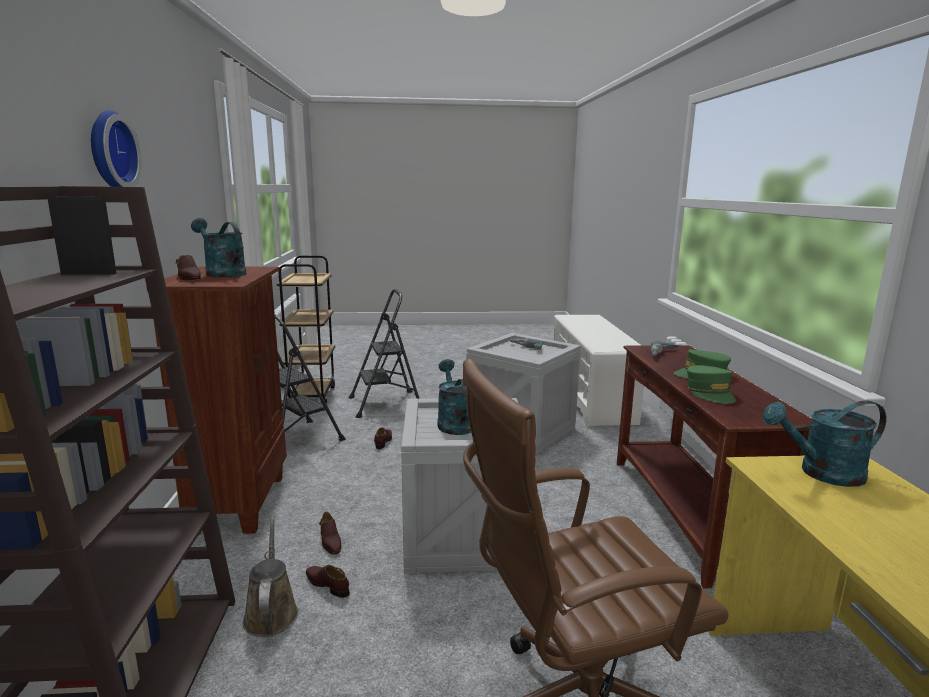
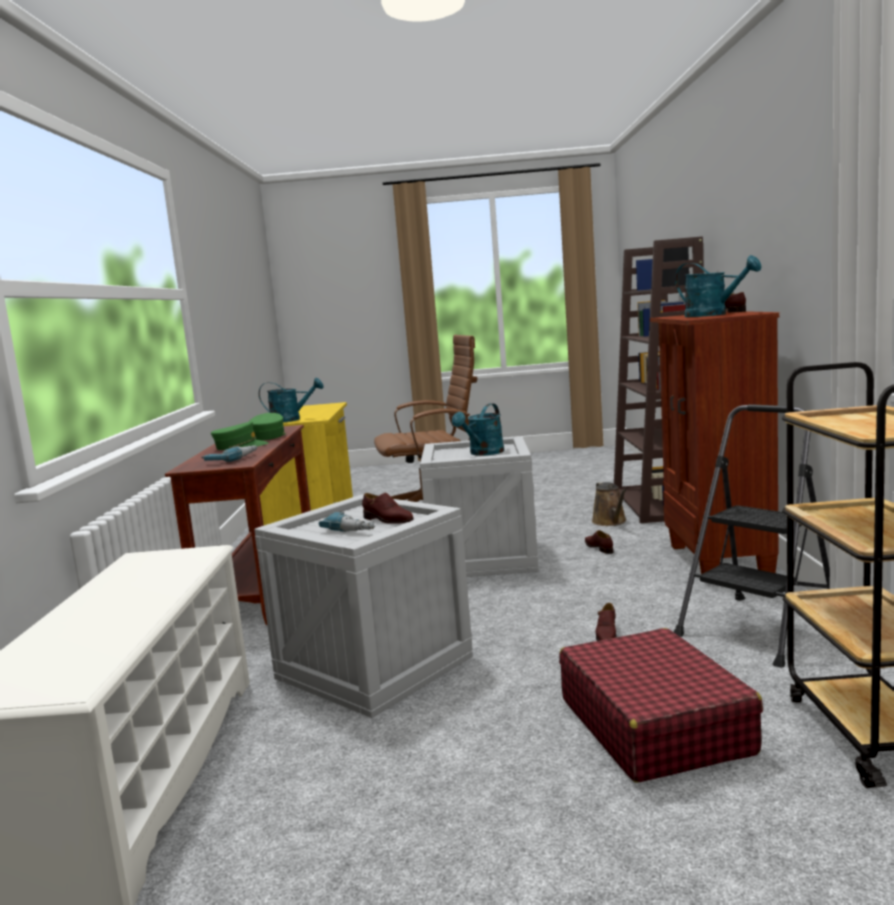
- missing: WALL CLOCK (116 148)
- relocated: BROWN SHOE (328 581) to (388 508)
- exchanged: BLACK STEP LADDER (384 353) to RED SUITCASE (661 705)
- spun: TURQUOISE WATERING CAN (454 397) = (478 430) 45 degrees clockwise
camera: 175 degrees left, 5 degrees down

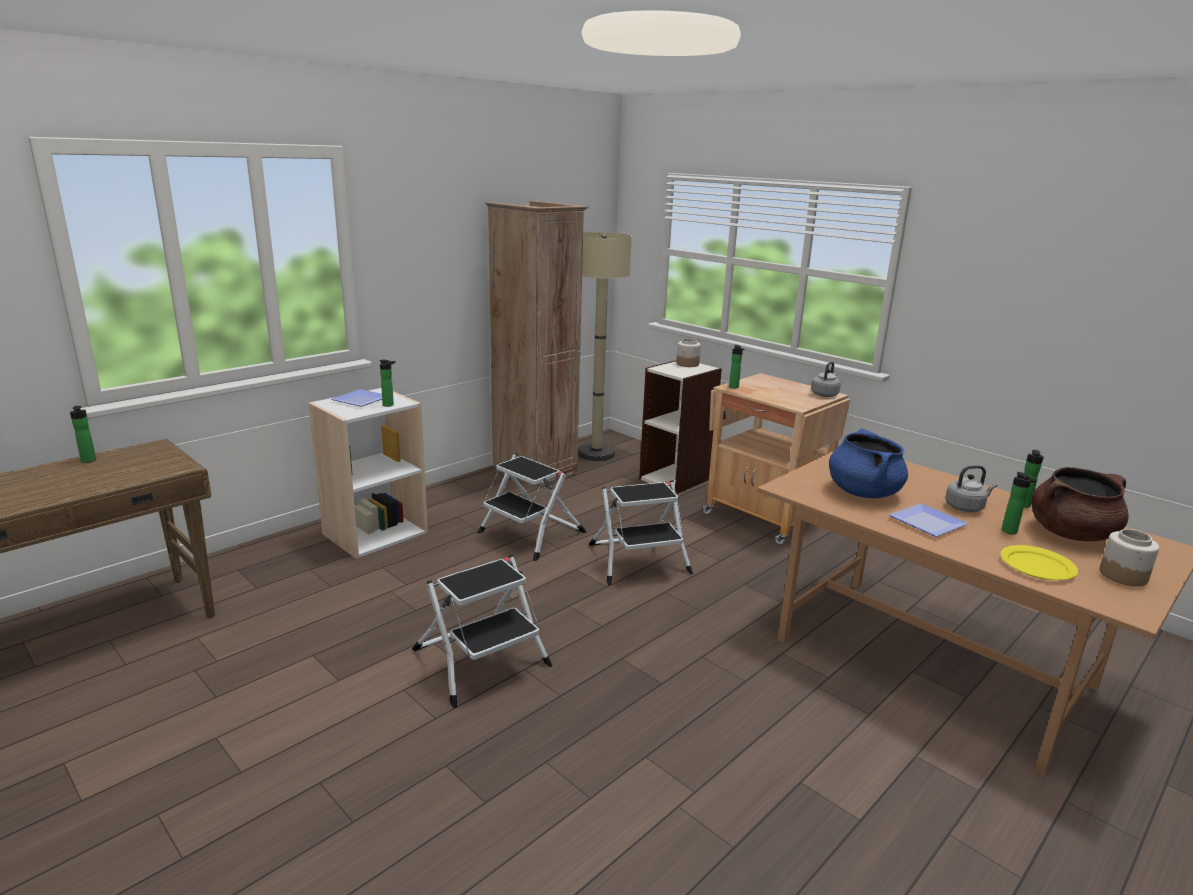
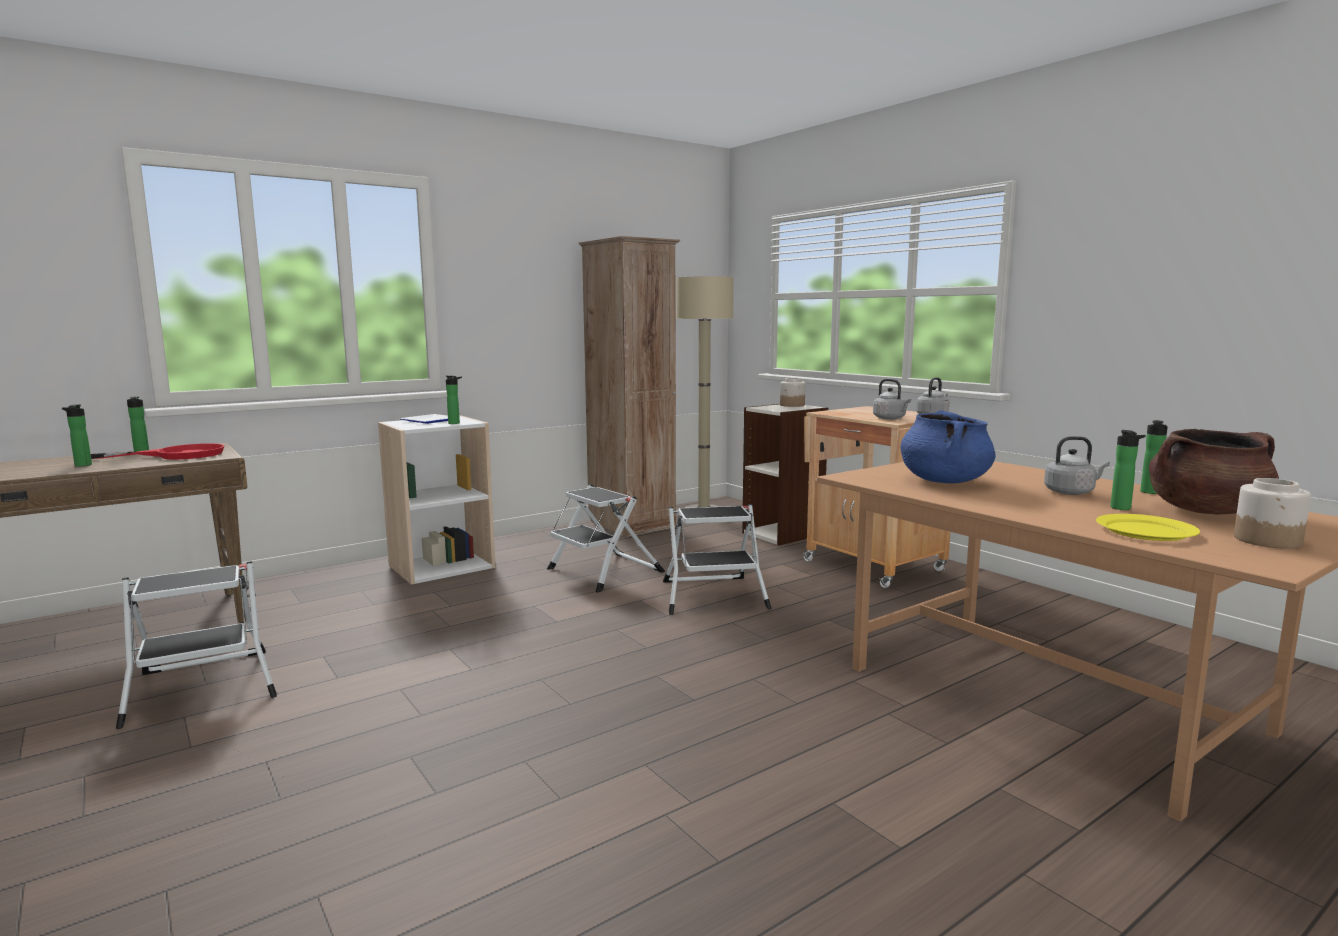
- relocated: STEP LADDER (482 631) to (196 645)
- relocated: BOTTLE (736 366) to (77 435)
- missing: PLATE (929 520)
- appeared: RED FRYING PAN (157 451)
- appeared: GREY KETTLE (892 399)
camera: 10 degrees right, 10 degrees down

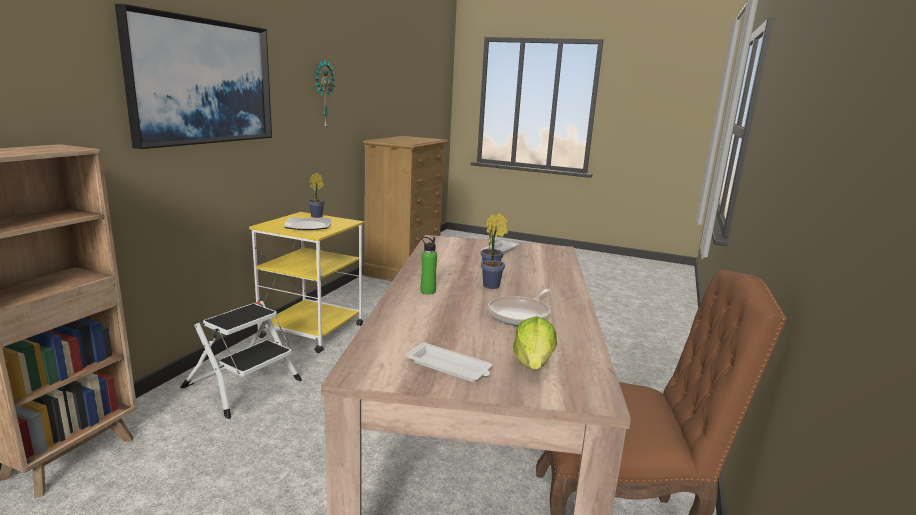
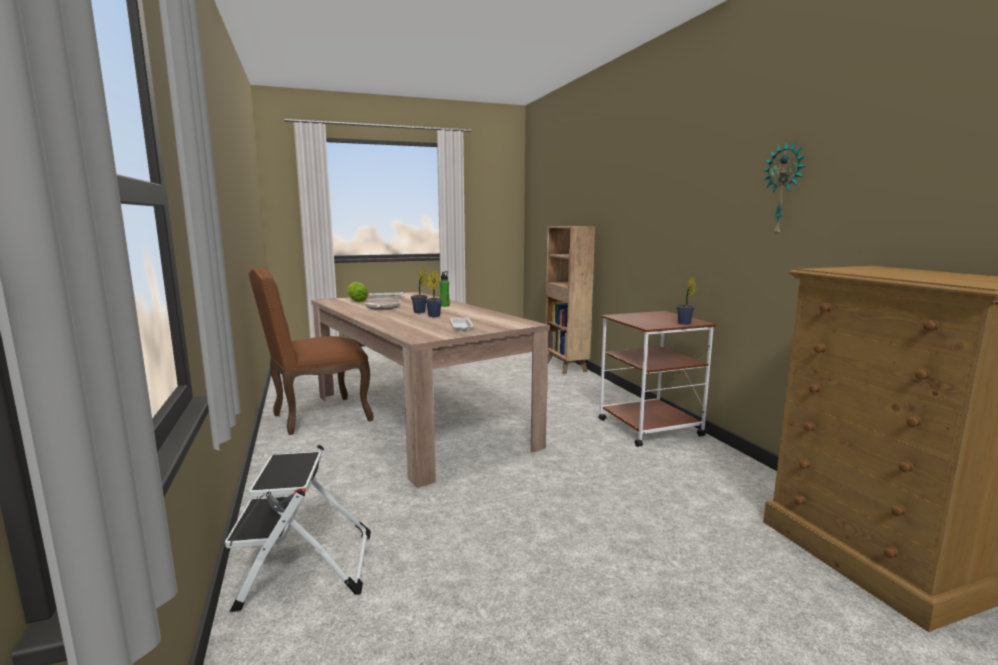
- missing: PICTURE (193 76)
- relocated: STEP LADDER (241 359) to (298 528)
- colour: YELLOW CART (307 282) to BROWN CART (657 379)
- missing: PLATE (307 223)
camera: 140 degrees right, 5 degrees down

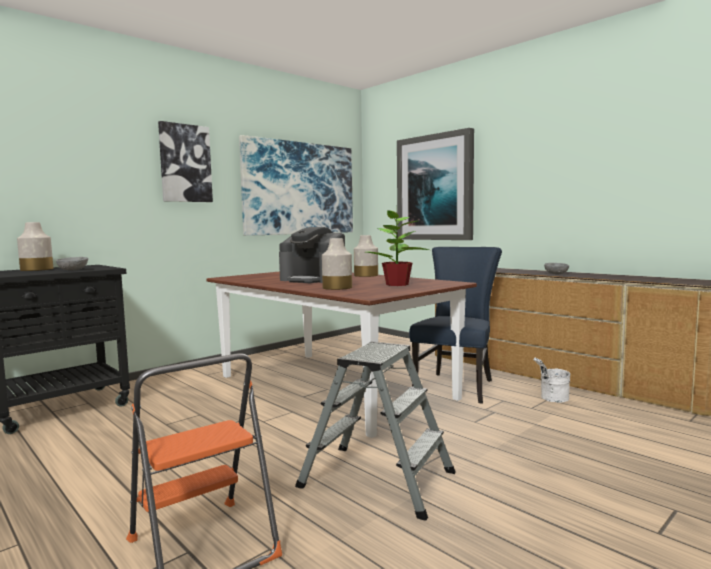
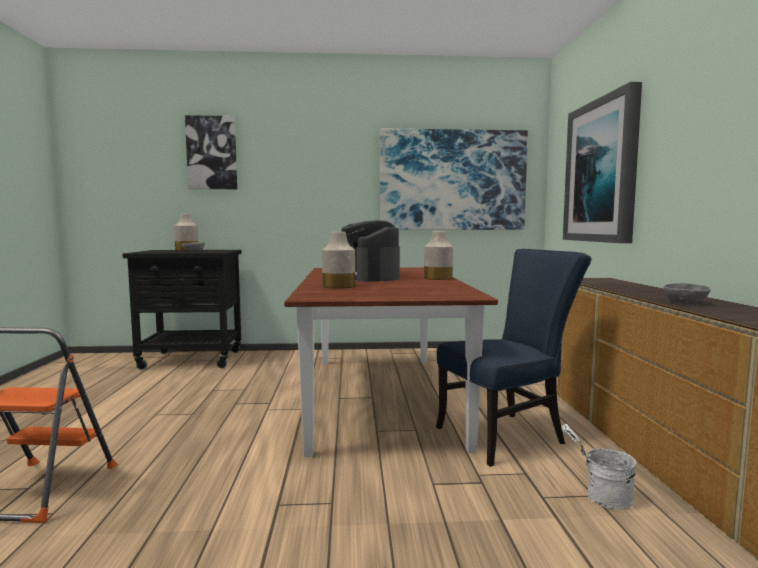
- relocated: PICTURE (185 161) to (211 152)
- missing: GREY STEP LADDER (375 430)
- missing: POTTED PLANT (397 246)
camera: 40 degrees right, 0 degrees up

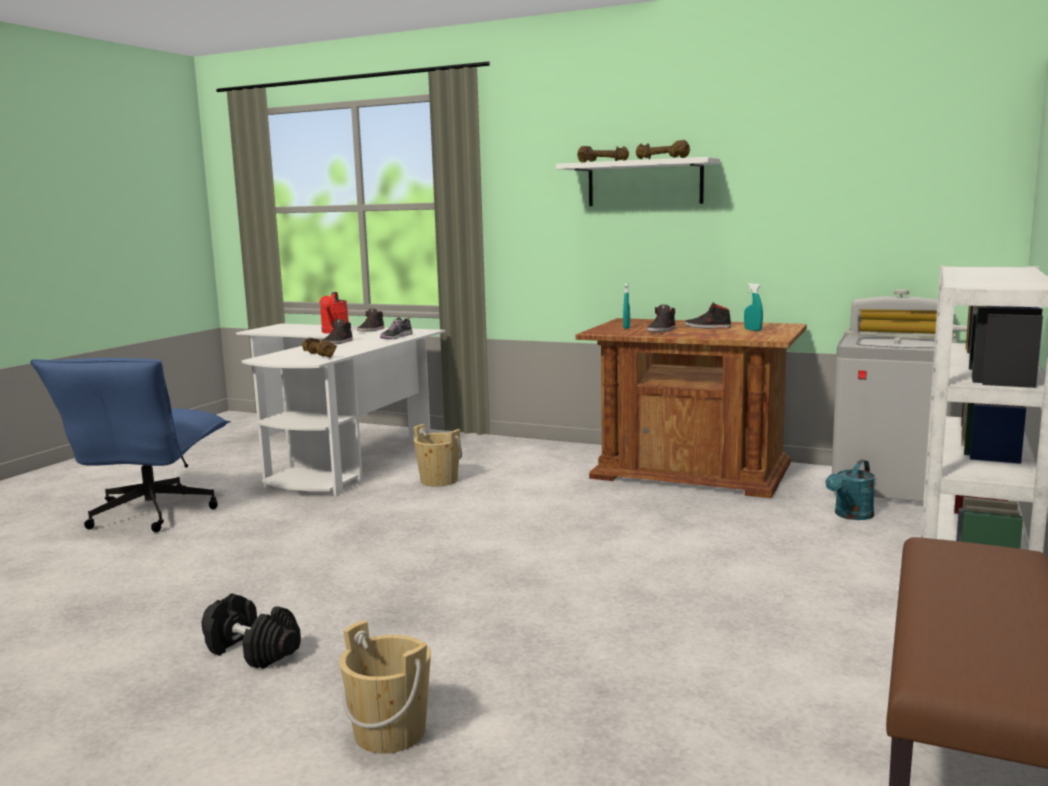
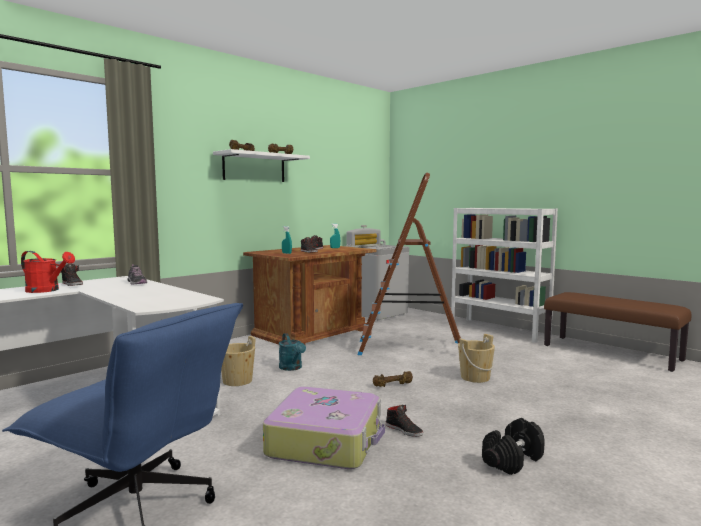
- relocated: BROWN DUMBBELL (319 348) to (393 379)
- relocated: BLACK SHOE (337 331) to (404 421)
- relocated: BEIGE BUCKET (385 687) to (476 358)
- relocated: TURQUOISE WATERING CAN (850 490) to (292 352)
- appeared: SUITCASE (324 428)
- appeared: BROWN STEP LADDER (409 263)
camera: 70 degrees left, 5 degrees down

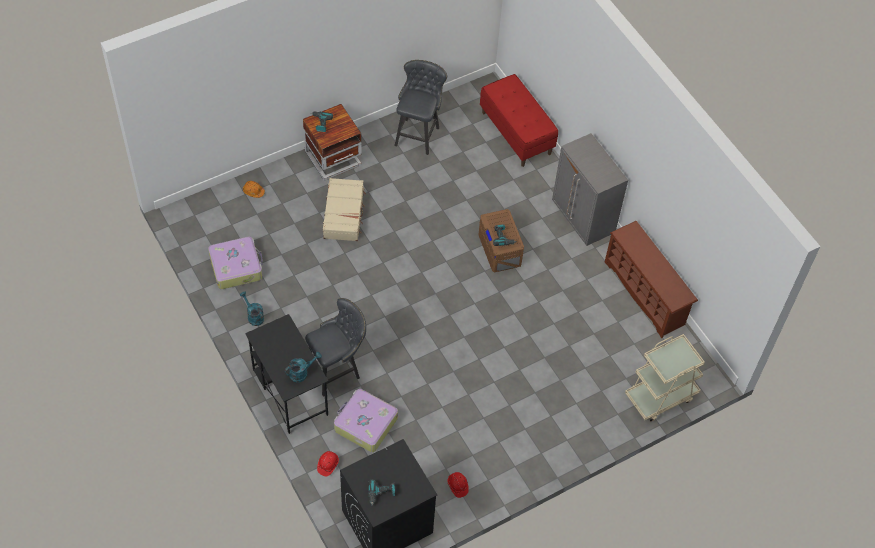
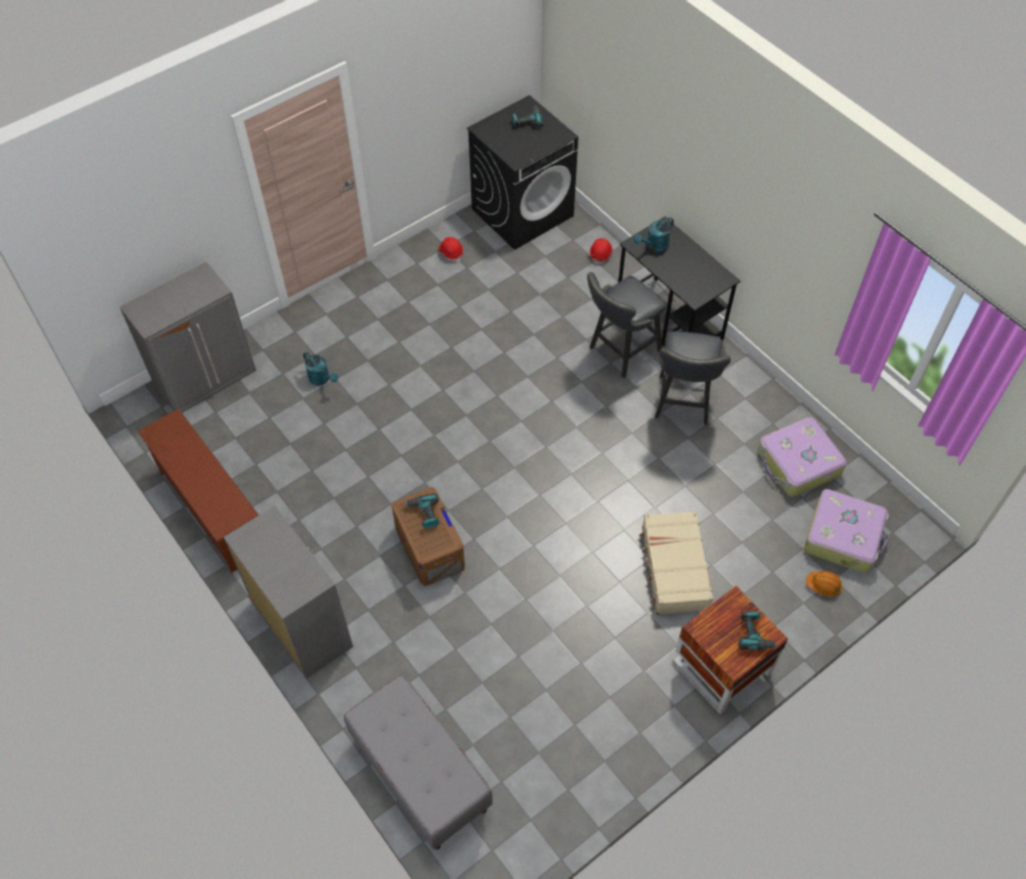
- relocated: TURQUOISE WATERING CAN (252 308) to (320 368)
- relocated: SUITCASE (366 420) to (846 531)
- relocated: GREY STOOL (420 107) to (693 378)
- colour: RED BENCH (519 120) to GREY BENCH (418 762)
- exchanged: BEIGE CART (665 377) to GREY CABINET (188 337)
camera: 175 degrees right, 0 degrees up

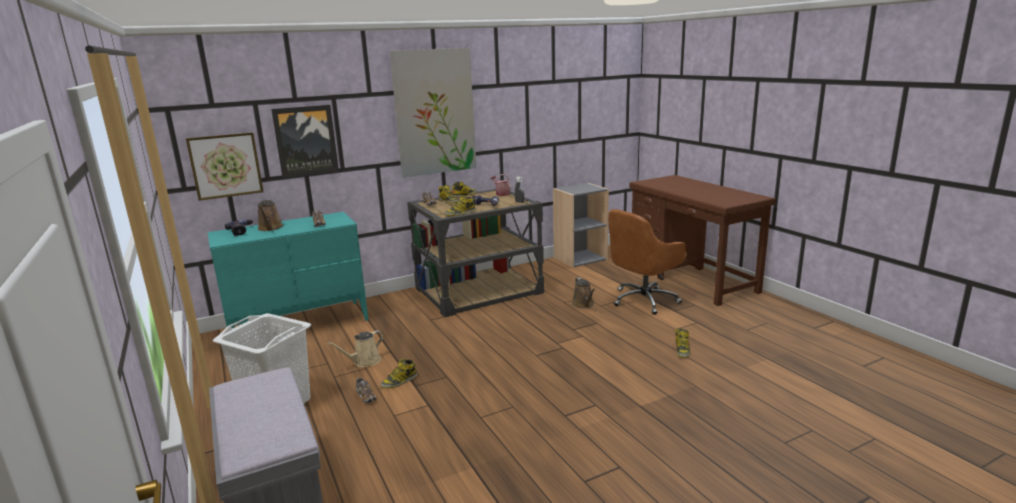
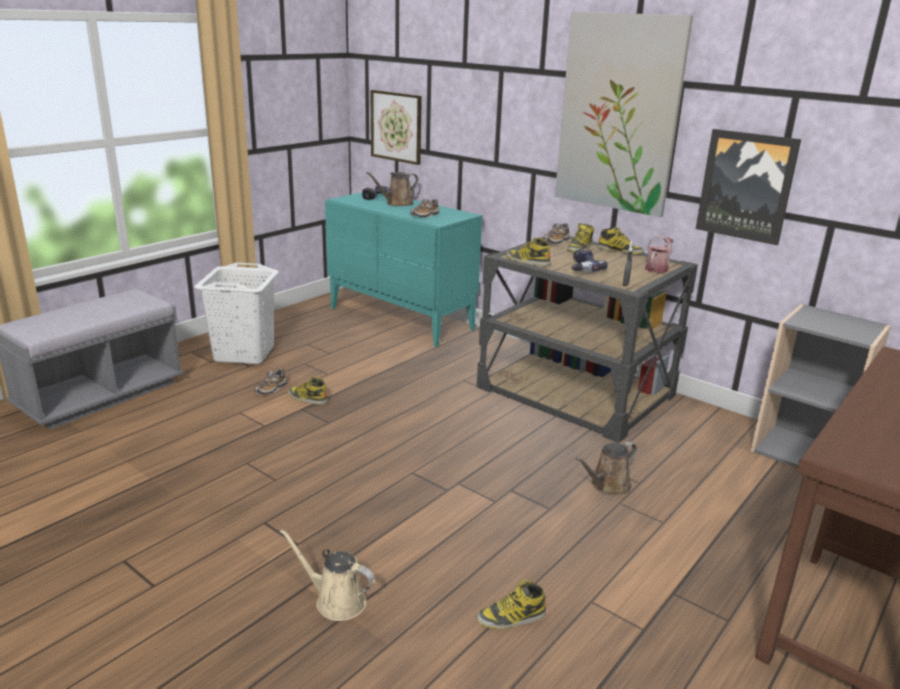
- relocated: PICTURE (305 141) to (748 187)
- relocated: BEIGE WATERING CAN (355 348) to (327 575)
- missing: BROWN OFFICE CHAIR (647 262)
camera: 65 degrees right, 5 degrees up

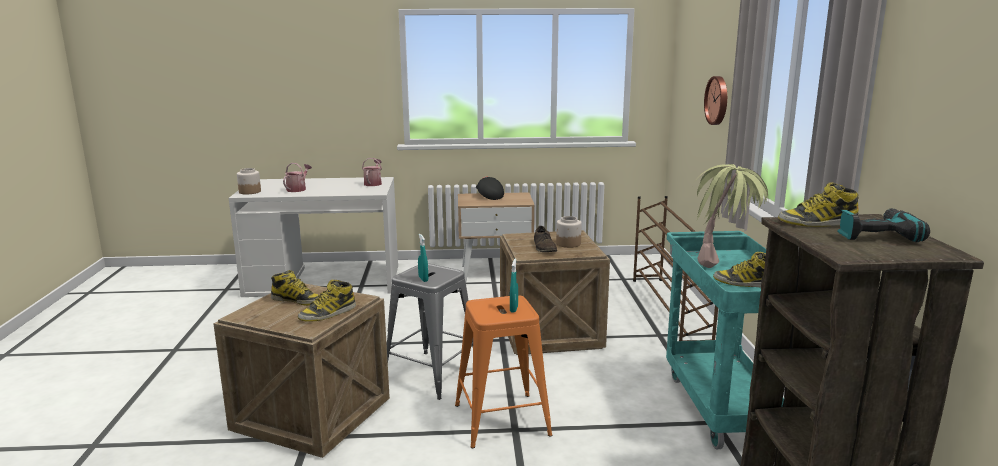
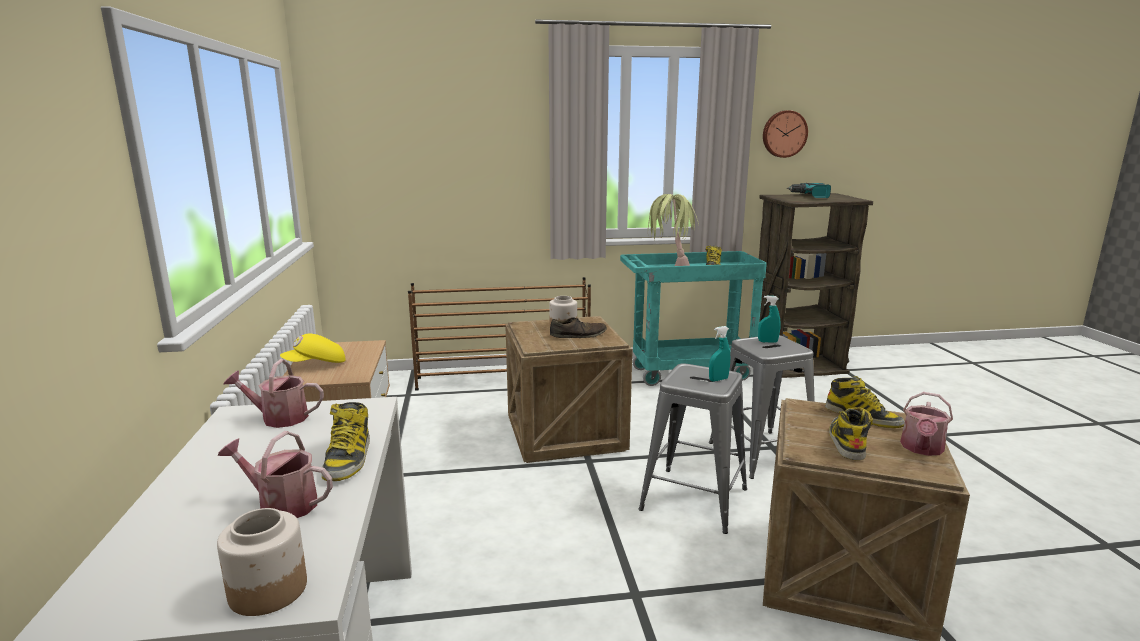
- colour: ORANGE STOOL (503 371) to GREY STOOL (762 407)
- colour: BLACK CAP (490 188) to YELLOW CAP (313 348)
- relocated: WALL CLOCK (715 100) to (785 134)
- relocated: BOOT (818 204) to (346 441)
- appeared: WATERING CAN (926 424)
camera: 95 degrees left, 0 degrees up

